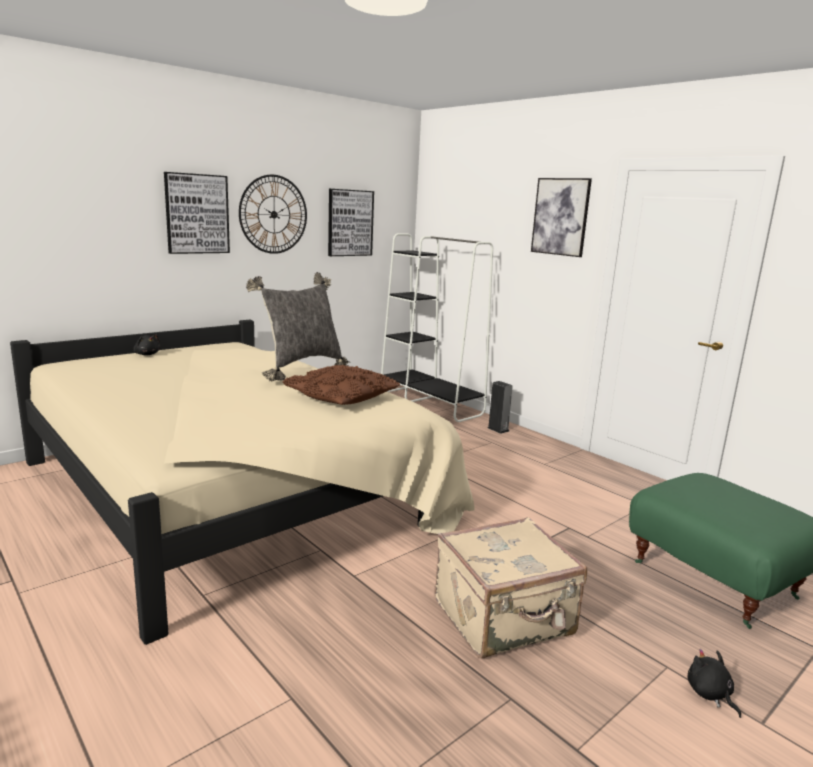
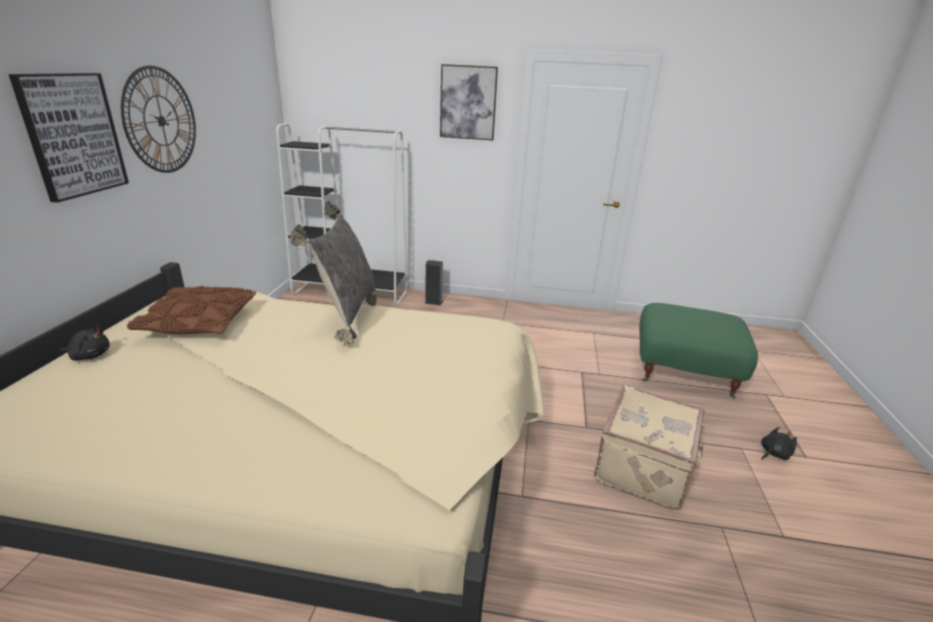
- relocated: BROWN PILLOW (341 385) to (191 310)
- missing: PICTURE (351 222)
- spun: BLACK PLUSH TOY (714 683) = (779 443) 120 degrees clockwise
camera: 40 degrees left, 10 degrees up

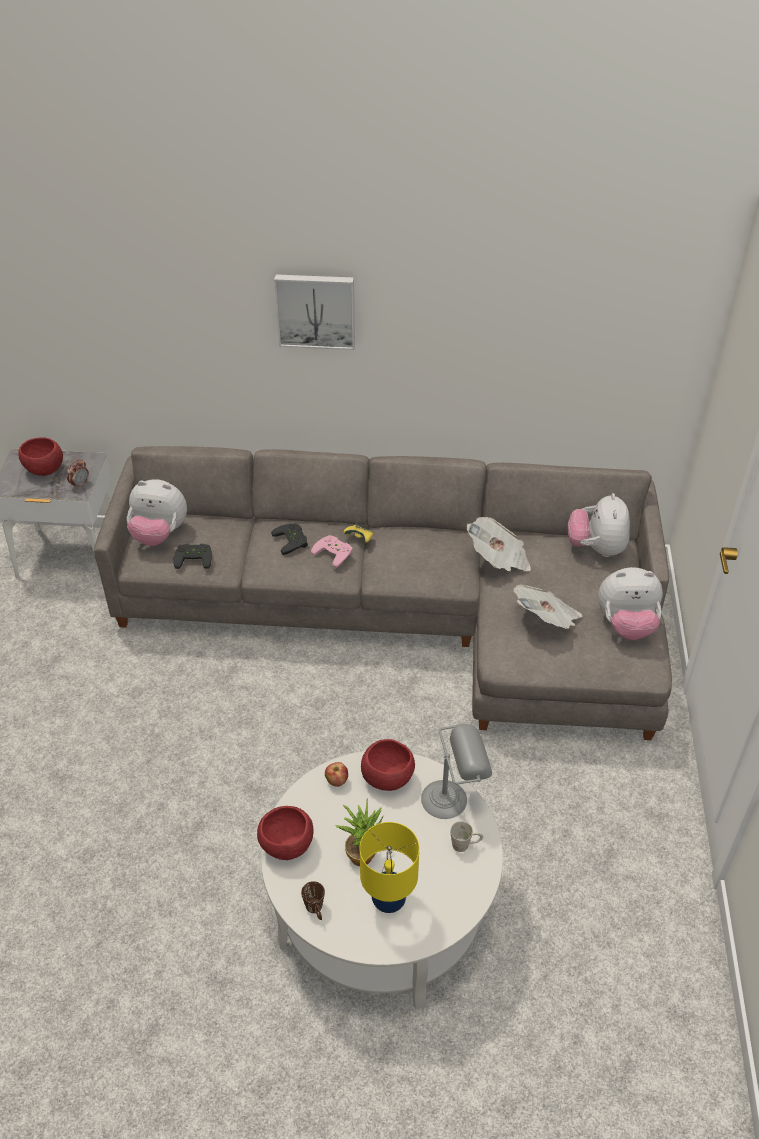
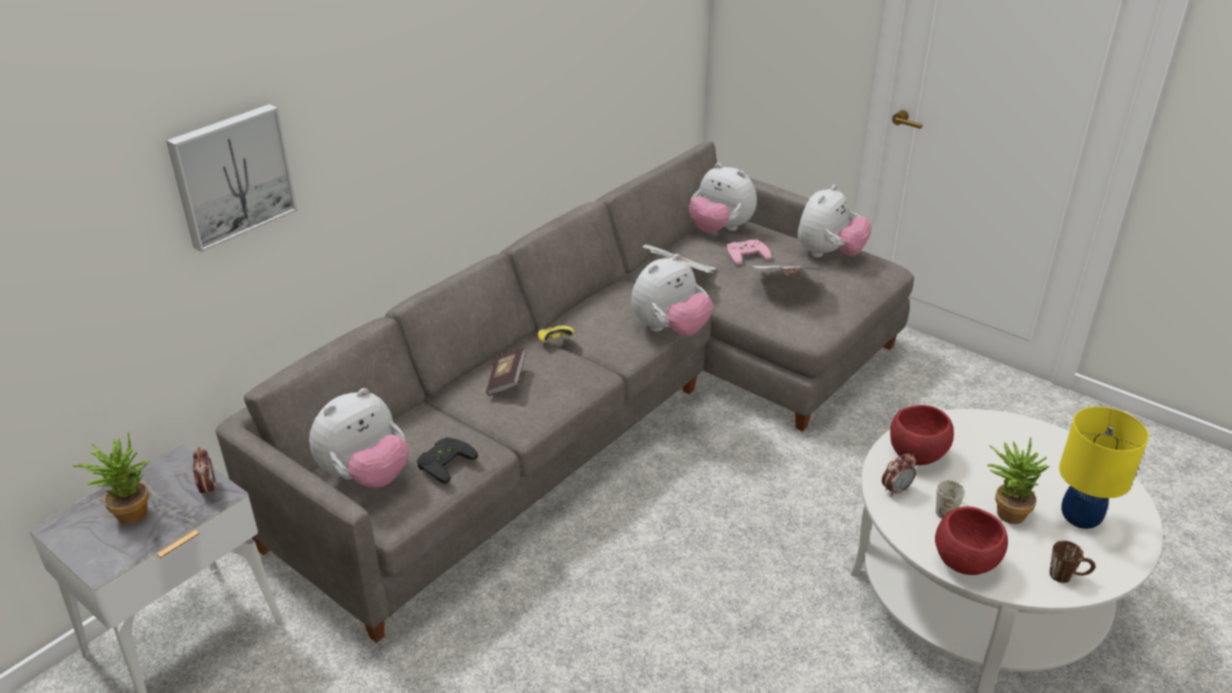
- exchanged: RED BOWL (41 456) to POTTED PLANT (110 478)
- exchanged: BLACK GAME CONTROLLER (289 539) to BOOK (506 372)
- relocated: PICTURE (314 312) to (231 178)
- relocated: PINK GAME CONTROLLER (331 551) to (749 252)
- exchanged: APPLE (336 774) to ALARM CLOCK (899 475)
- missing: GREY TABLE LAMP (456 771)
- relocated: WHITE MUG (466 836) to (950 499)
- appeared: PLUSH TOY (672 295)
camera: 55 degrees left, 10 degrees down

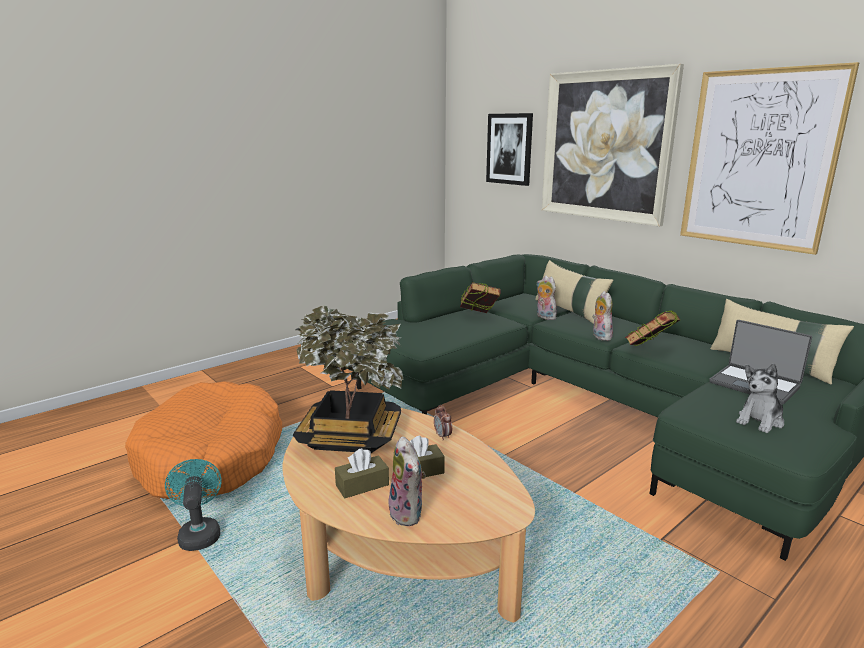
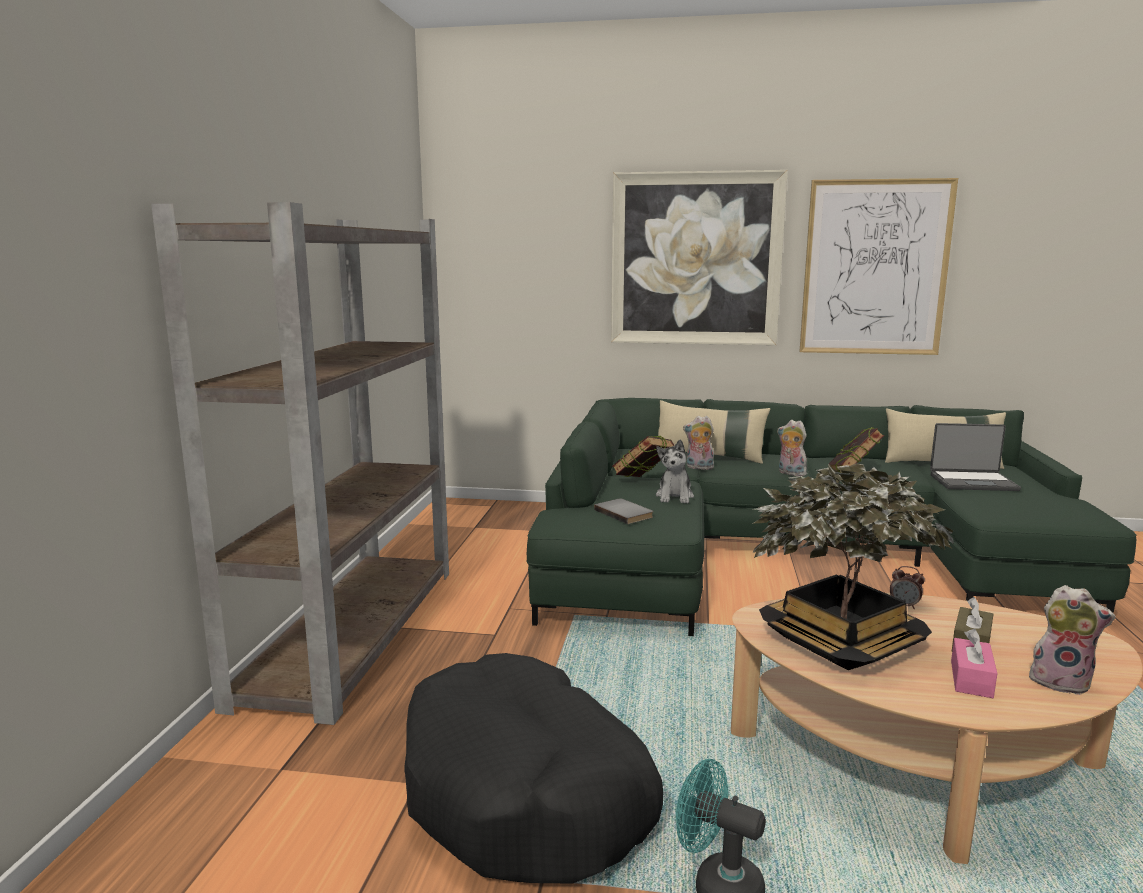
- colour: ORANGE DOG BED (203 441) to BLACK DOG BED (533 768)
- colour: BROWN TISSUE BOX (362 473) to PINK TISSUE BOX (974 663)
- missing: PICTURE (509 149)
- relocated: PLUSH TOY (760 398) to (675 471)
- appeared: BROWN BOOKCASE (300 463)
- appeared: GREY BOOK (623 511)
camera: 40 degrees left, 5 degrees down

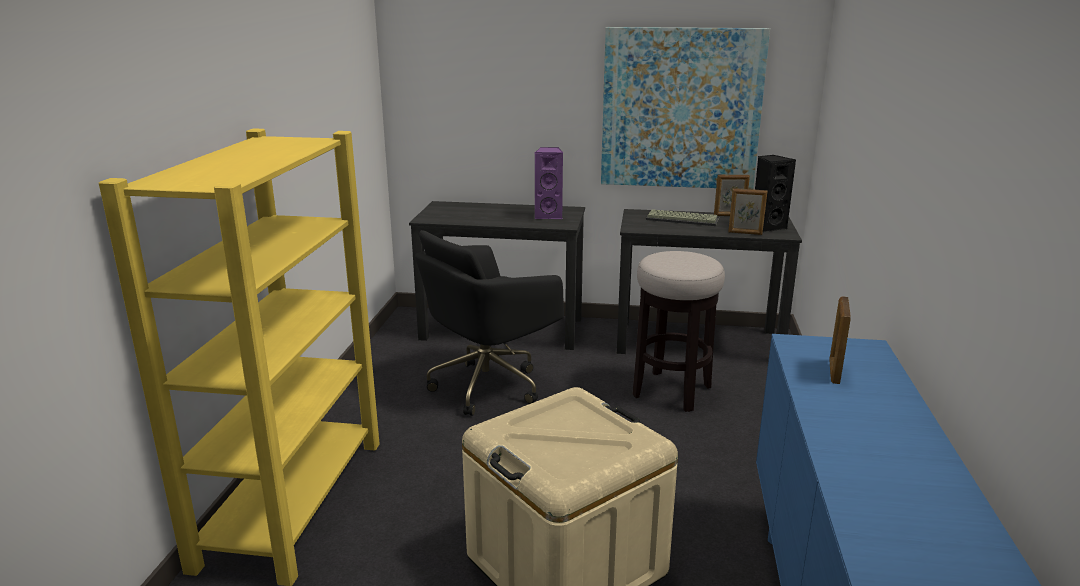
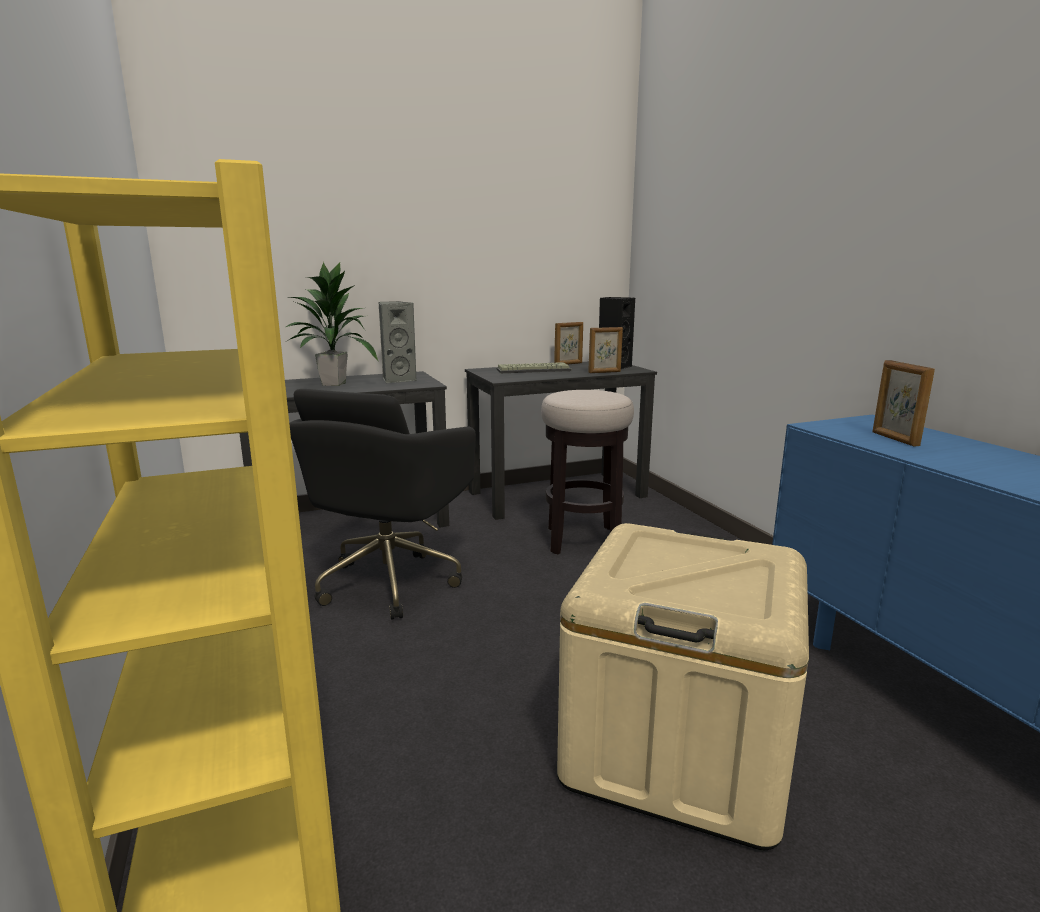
- colour: PURPLE SPEAKER (549 183) to GREY SPEAKER (397 342)
- missing: PICTURE (685 108)
- appeared: POTTED PLANT (332 324)
camera: 30 degrees left, 5 degrees down

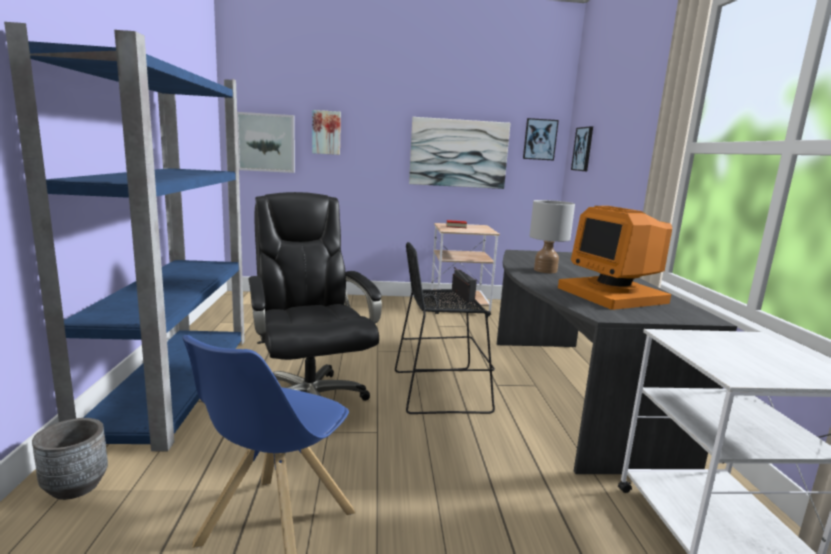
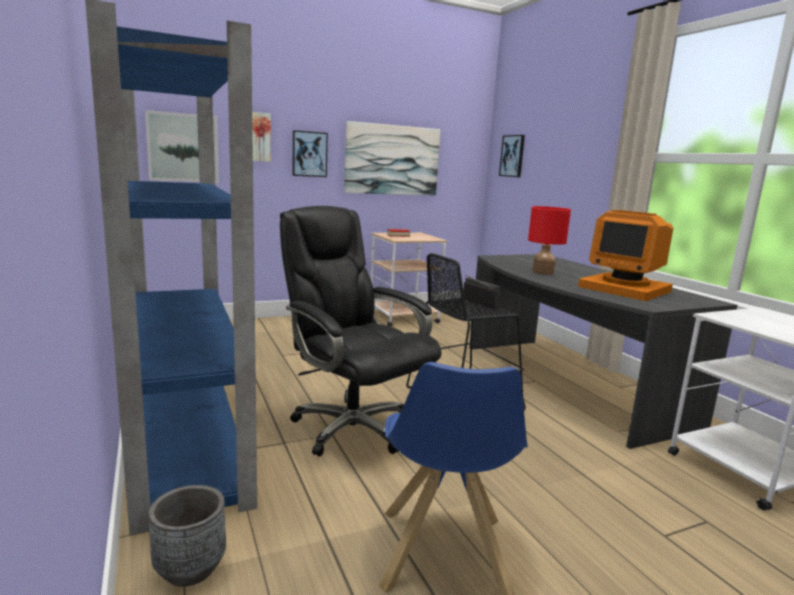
- relocated: PICTURE (541 139) to (310 153)
- colour: GREY TABLE LAMP (552 236) to RED TABLE LAMP (549 240)
camera: 20 degrees left, 0 degrees up

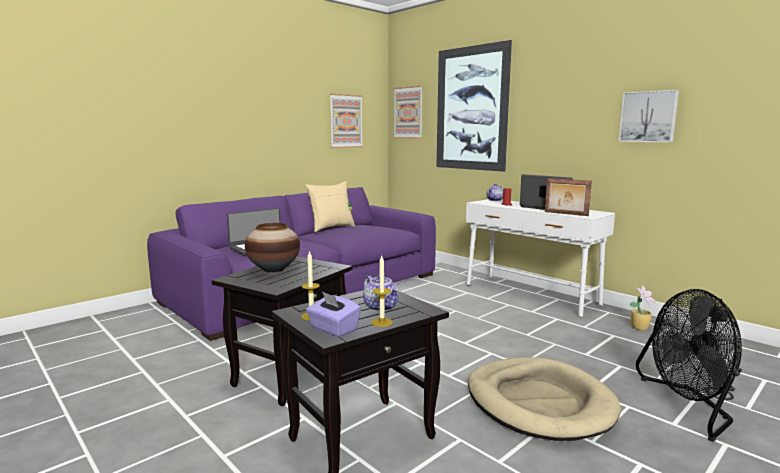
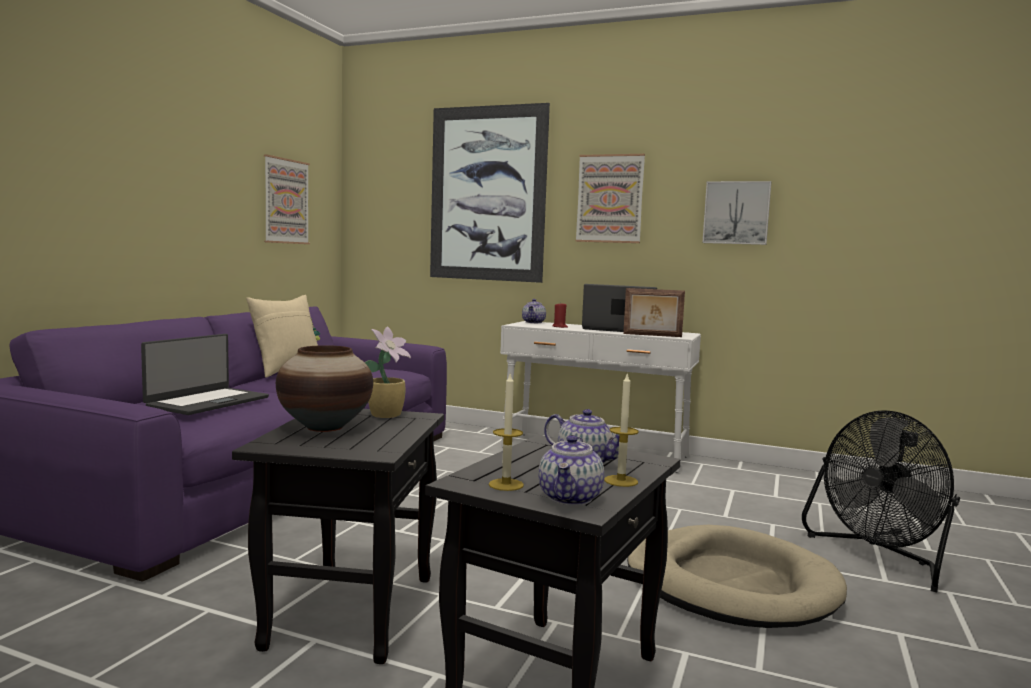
- exchanged: PURPLE TISSUE BOX (333 314) to TEAPOT (571 470)
- relocated: PICTURE (408 112) to (610 198)
- relocated: POTTED PLANT (642 308) to (387 372)
camera: 25 degrees left, 5 degrees down

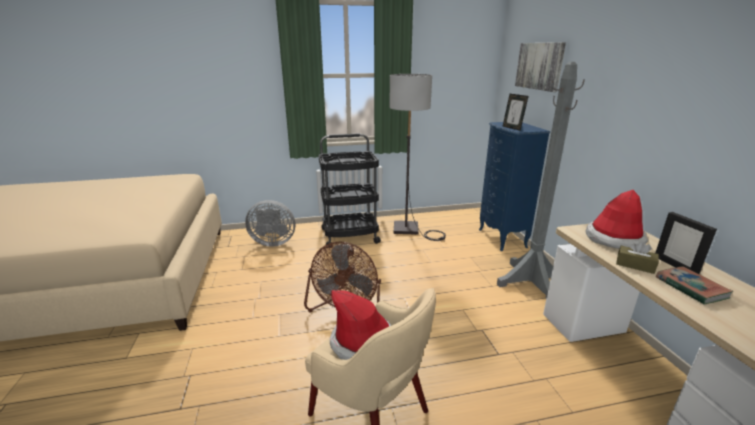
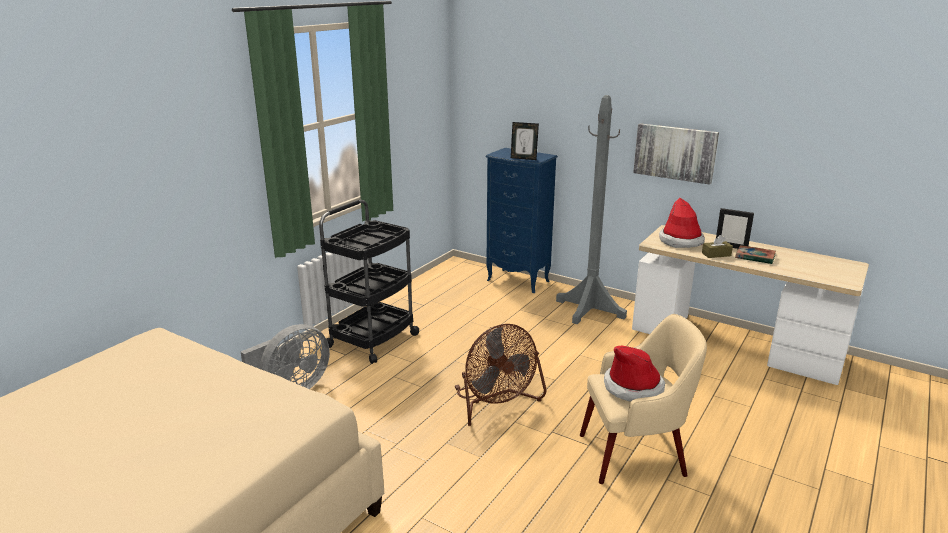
- missing: FLOOR LAMP (417 157)
- relocated: PICTURE (540 67) to (676 154)
camera: 45 degrees left, 0 degrees up

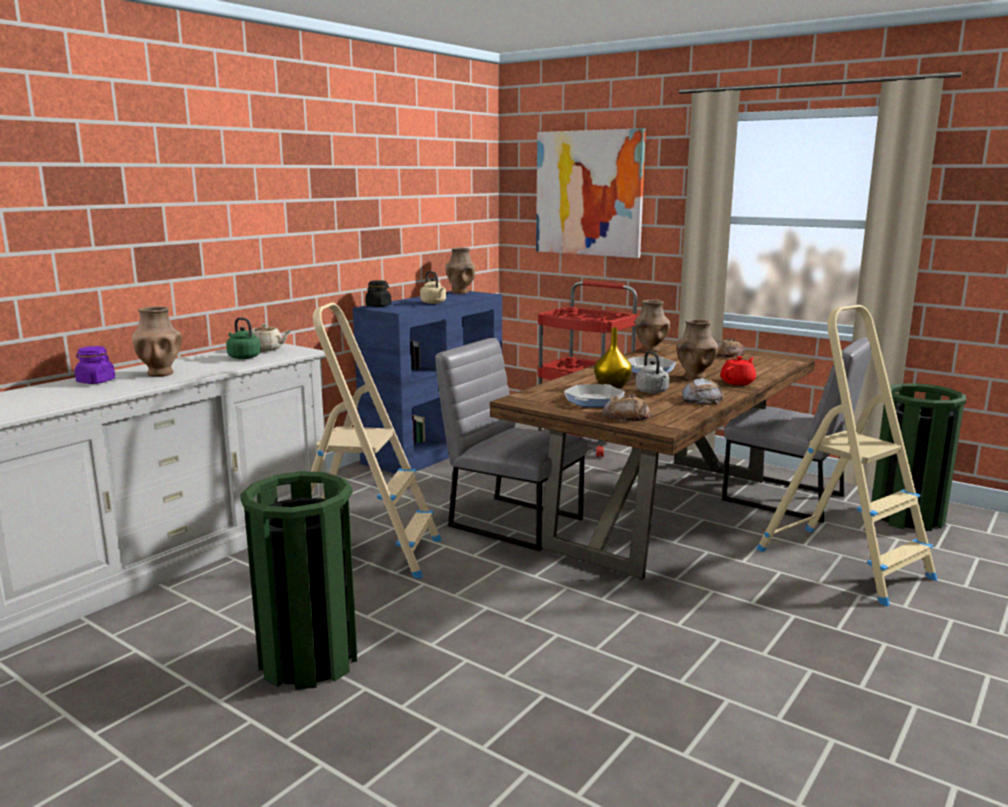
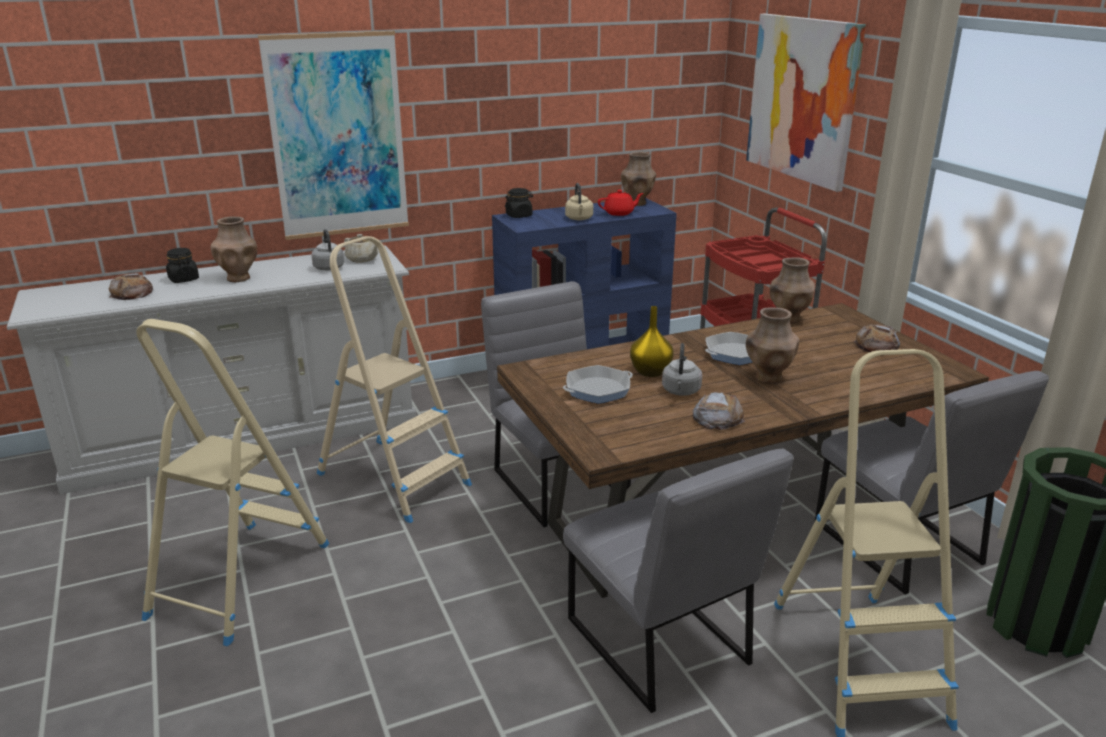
- colour: PURPLE JAR (95 365) to BLACK JAR (182 265)
- colour: GREEN KETTLE (243 338) to GREY KETTLE (327 249)
- exchanged: GREEN TRASH CAN (298 580) to BEIGE STEP LADDER (232 482)
- relocated: BREAD (627 407) to (131 286)
- relocated: RED TEAPOT (738 370) to (621 203)
- appeared: PICTURE (333 135)
- appeared: GREY CHAIR (678 581)
camera: 30 degrees right, 10 degrees up

